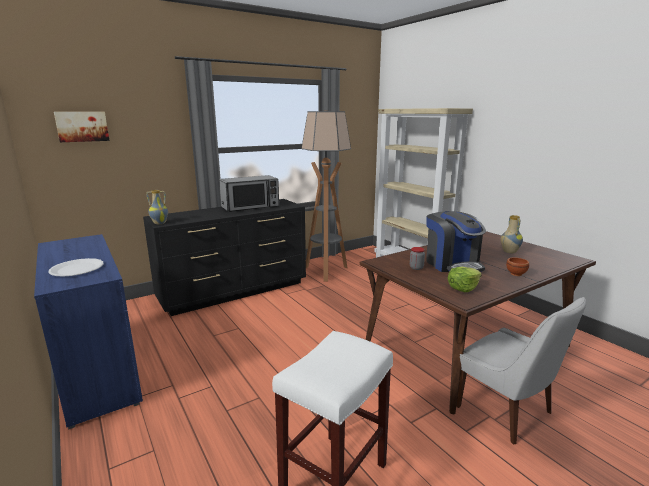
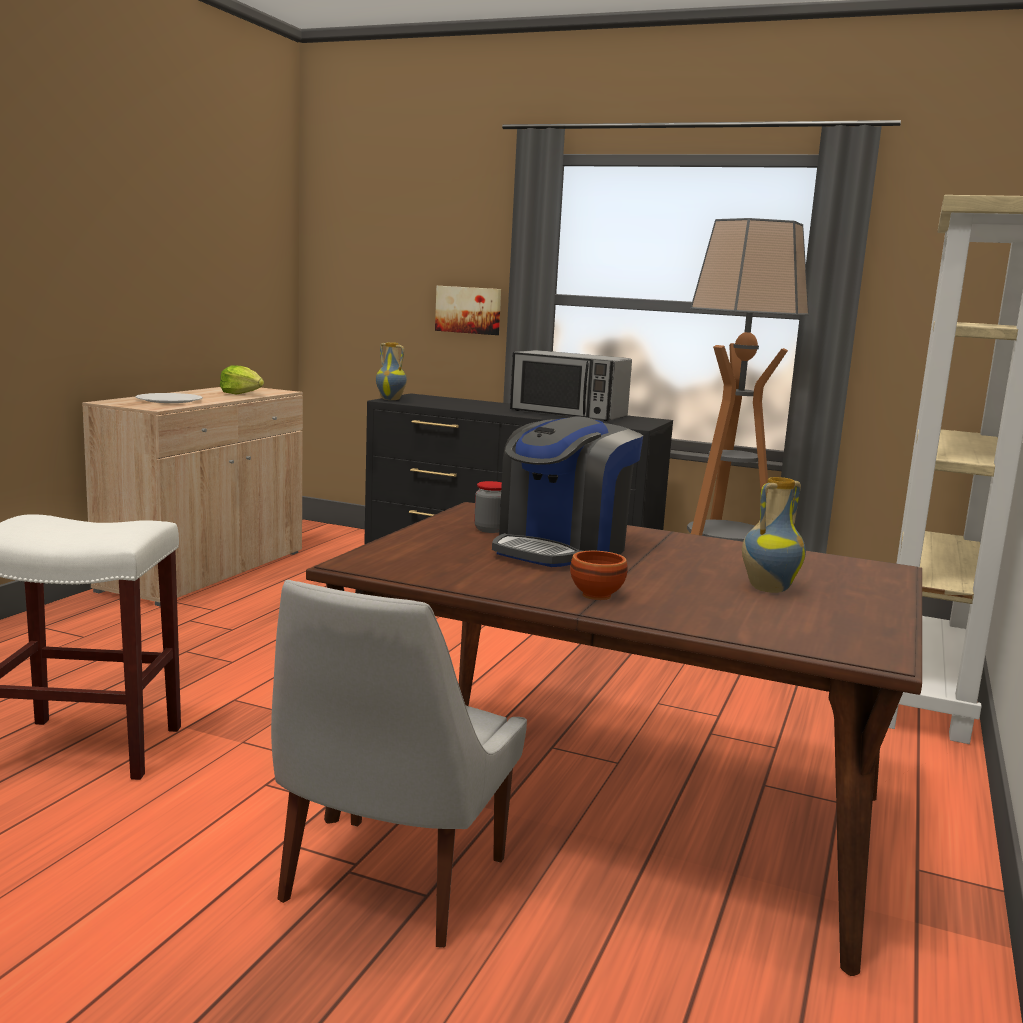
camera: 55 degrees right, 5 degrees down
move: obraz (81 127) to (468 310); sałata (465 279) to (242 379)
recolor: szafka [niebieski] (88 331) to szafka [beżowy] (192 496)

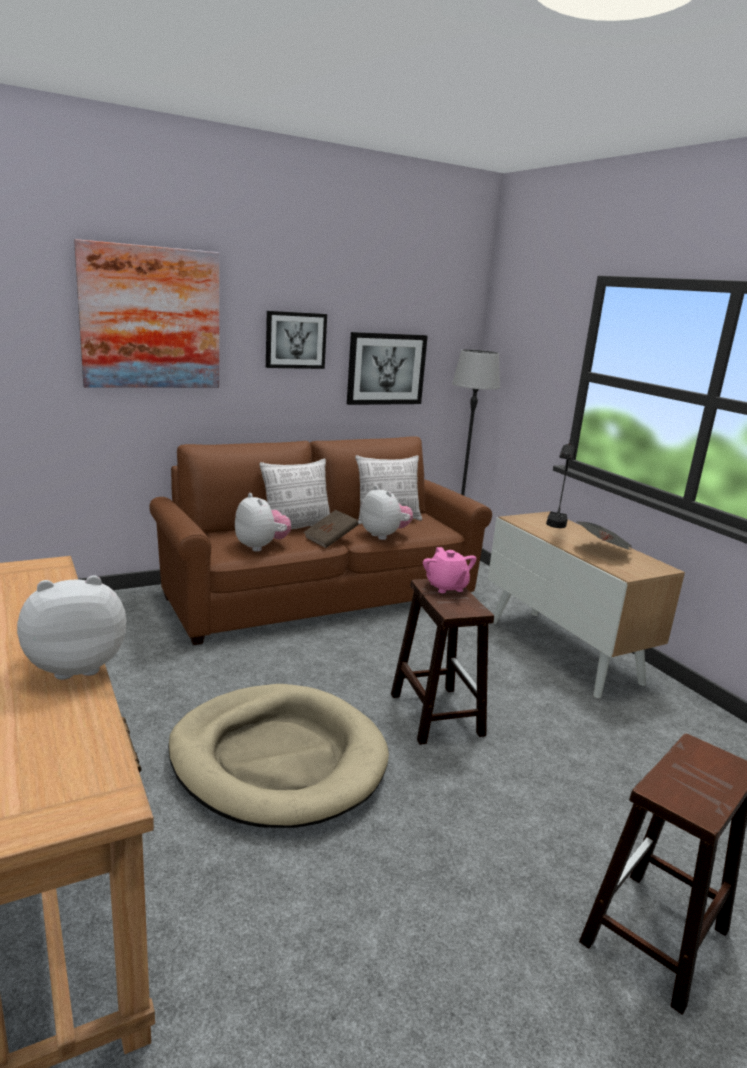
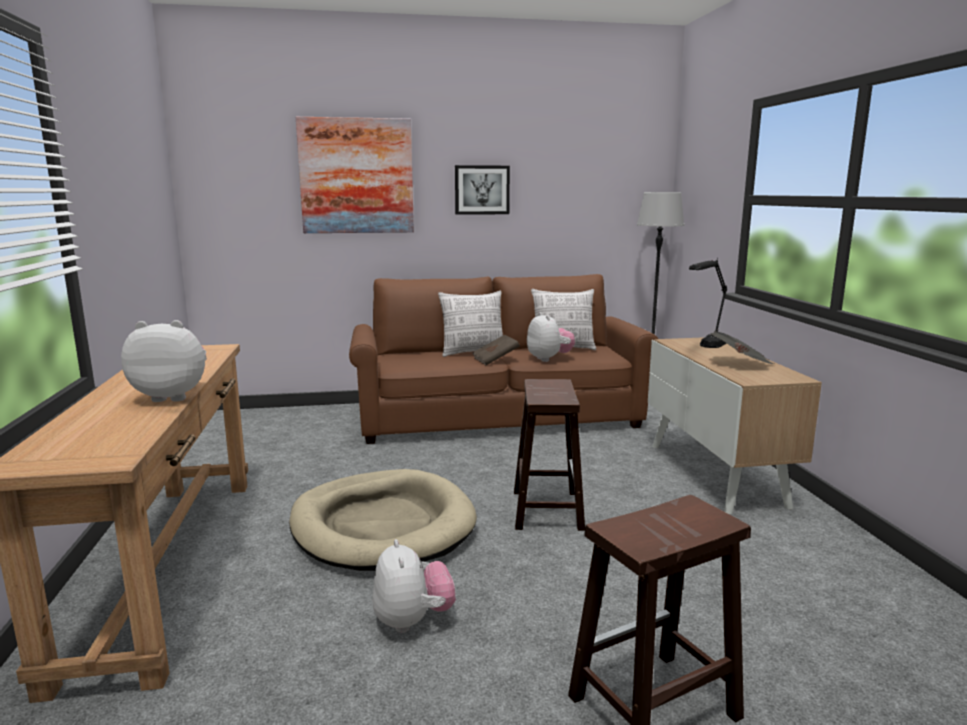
camera: 20 degrees right, 5 degrees down
delete: obraz (387 368); imbryk [różowy] (449 570)
move: pluszak (263 522) to (414 586)

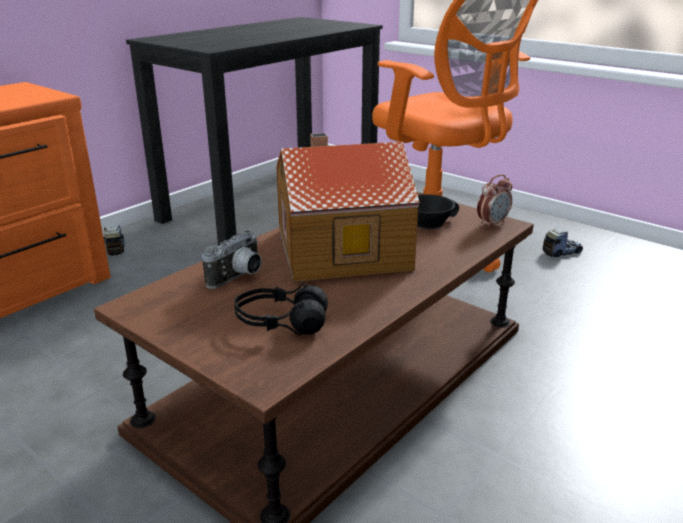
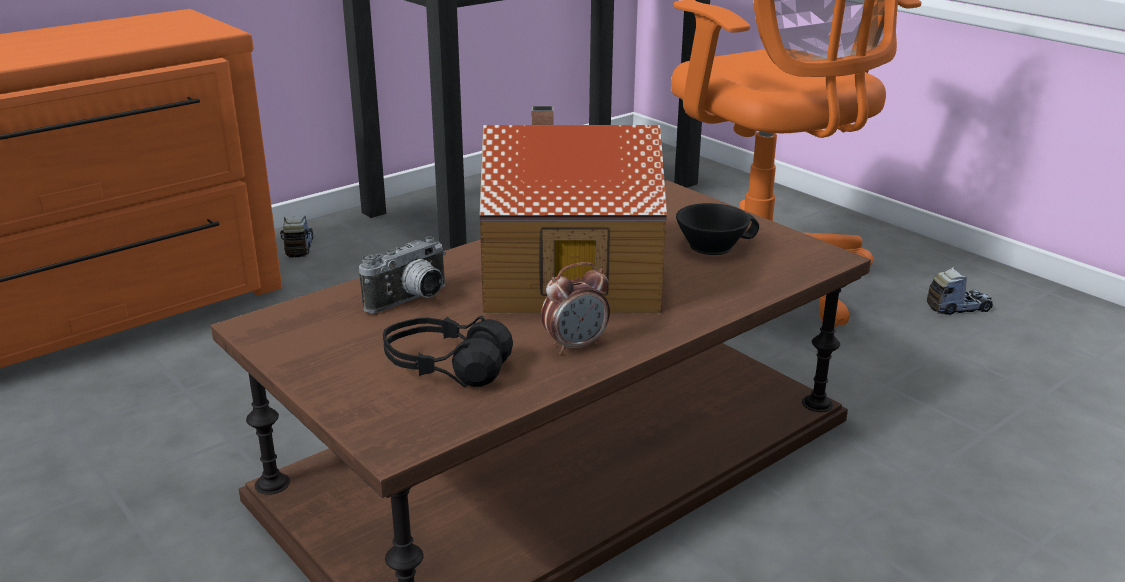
camera: 10 degrees right, 0 degrees up
move: budzik (494 201) to (575 308)

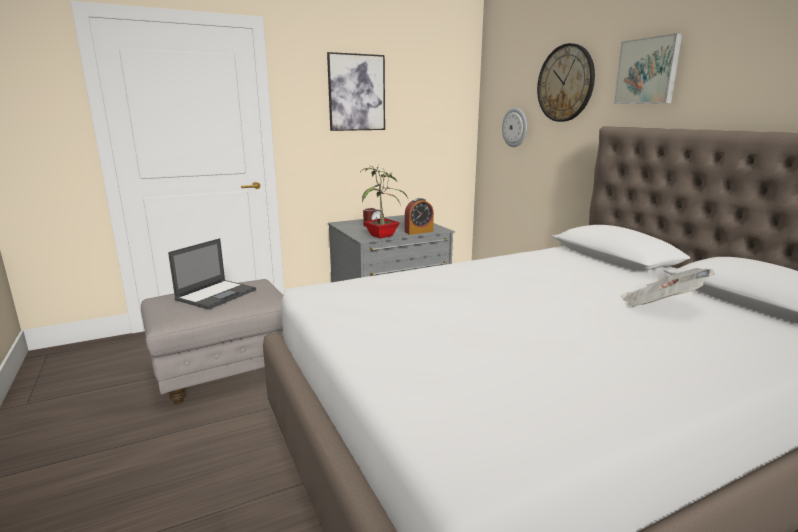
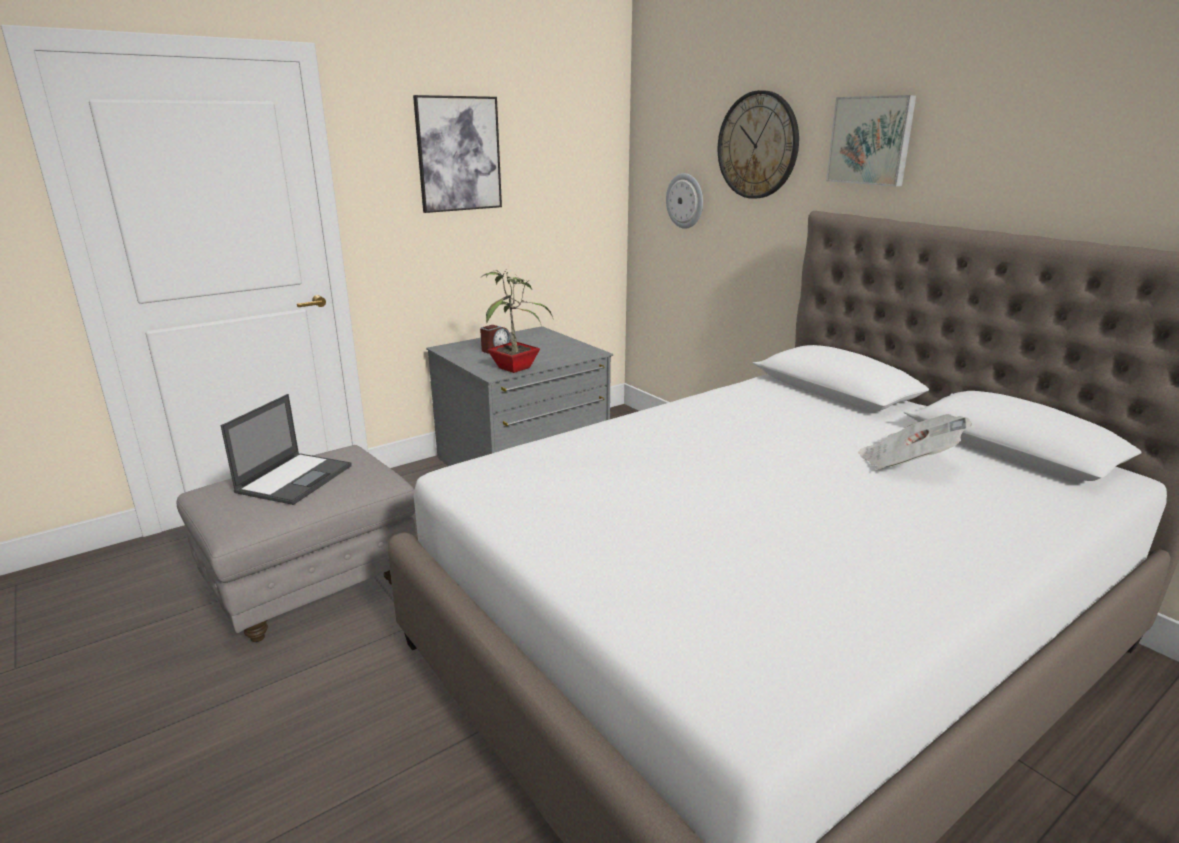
camera: 10 degrees left, 5 degrees up
delete: budzik (419 216)

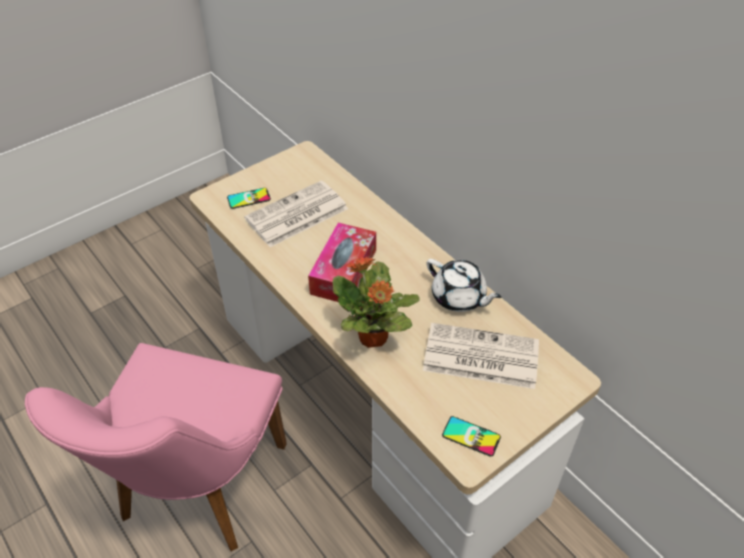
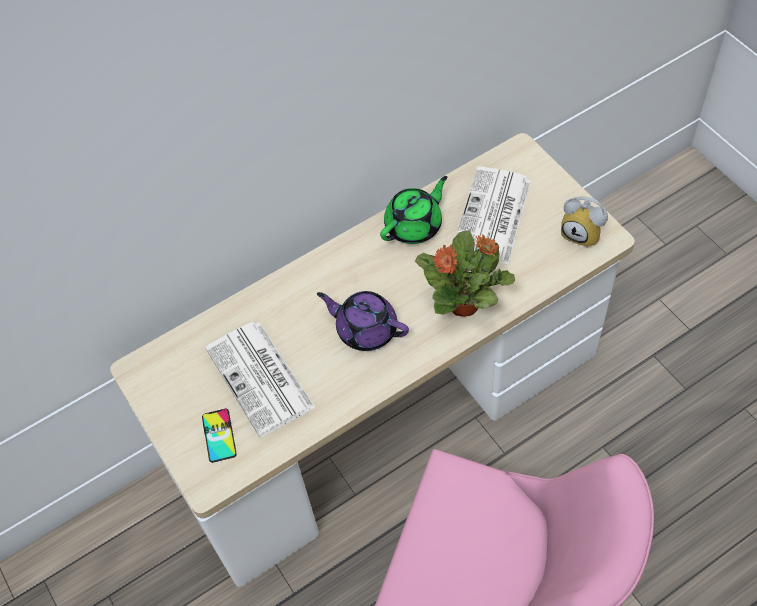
camera: 80 degrees left, 10 degrees up
replace: pudełko chusteczek (342 262) to imbryk [fioletowy] (363 321); telefon (471 436) to budzik (584 221)
recolor: imbryk [biały] (463 285) to imbryk [zielony] (413 210)

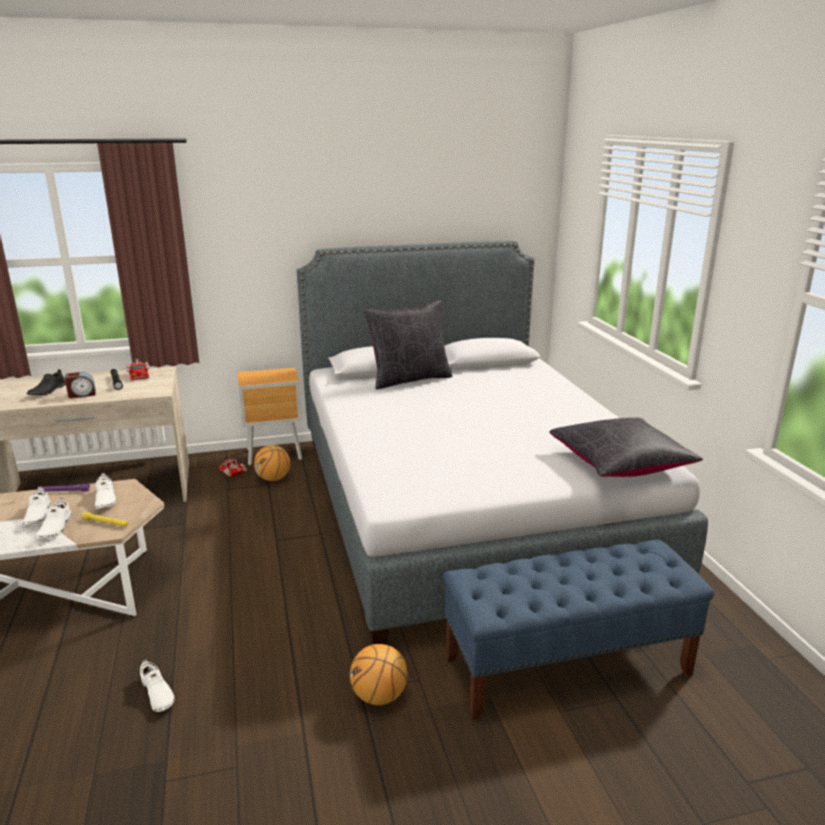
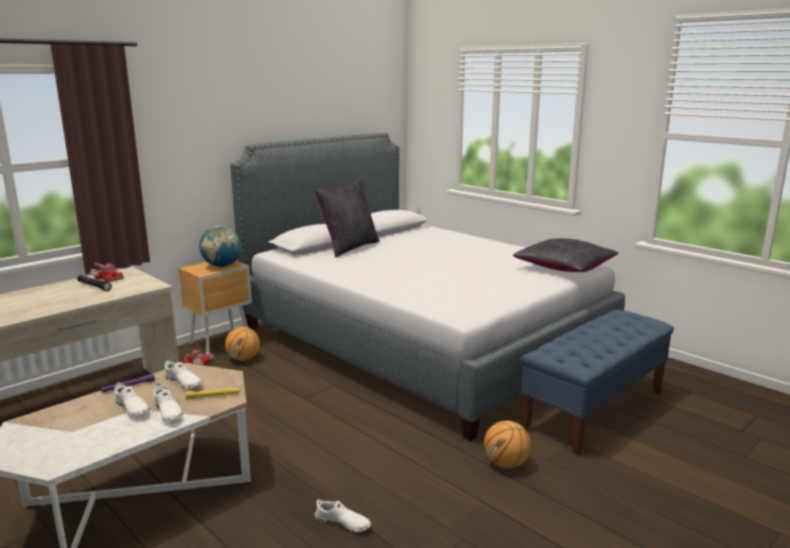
camera: 30 degrees left, 5 degrees down
delete: but [czarny] (46 382); budzik (80 385)
insert: globus (220 246)

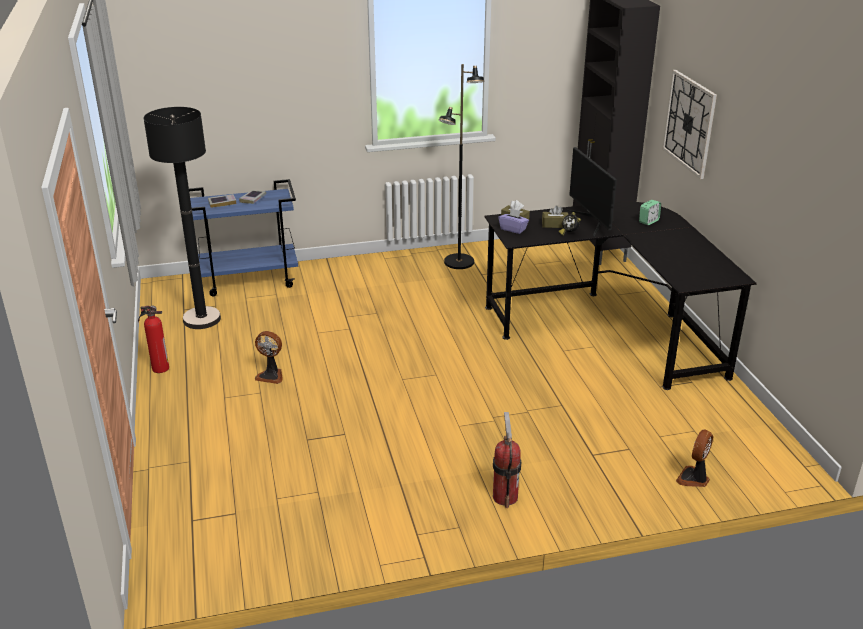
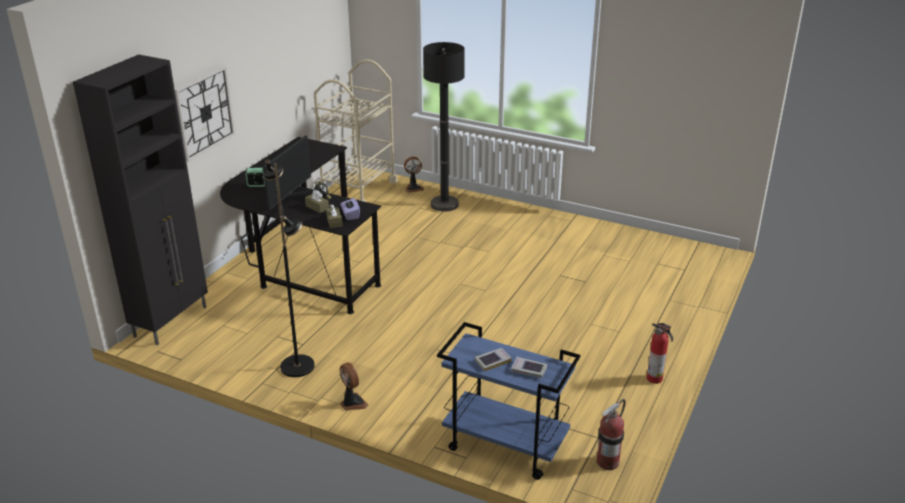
camera: 140 degrees left, 0 degrees up
insert: wózek [beżowy] (355 131)
move: lampa stojąca [czarny] (182 218) to (444 127); wentylator (269 357) to (354 386); gaśnica (507 460) to (611 434)

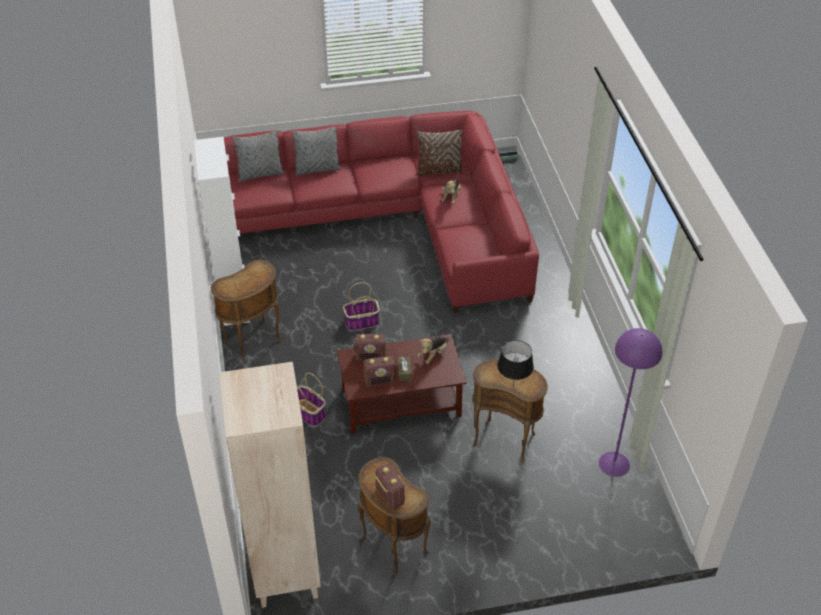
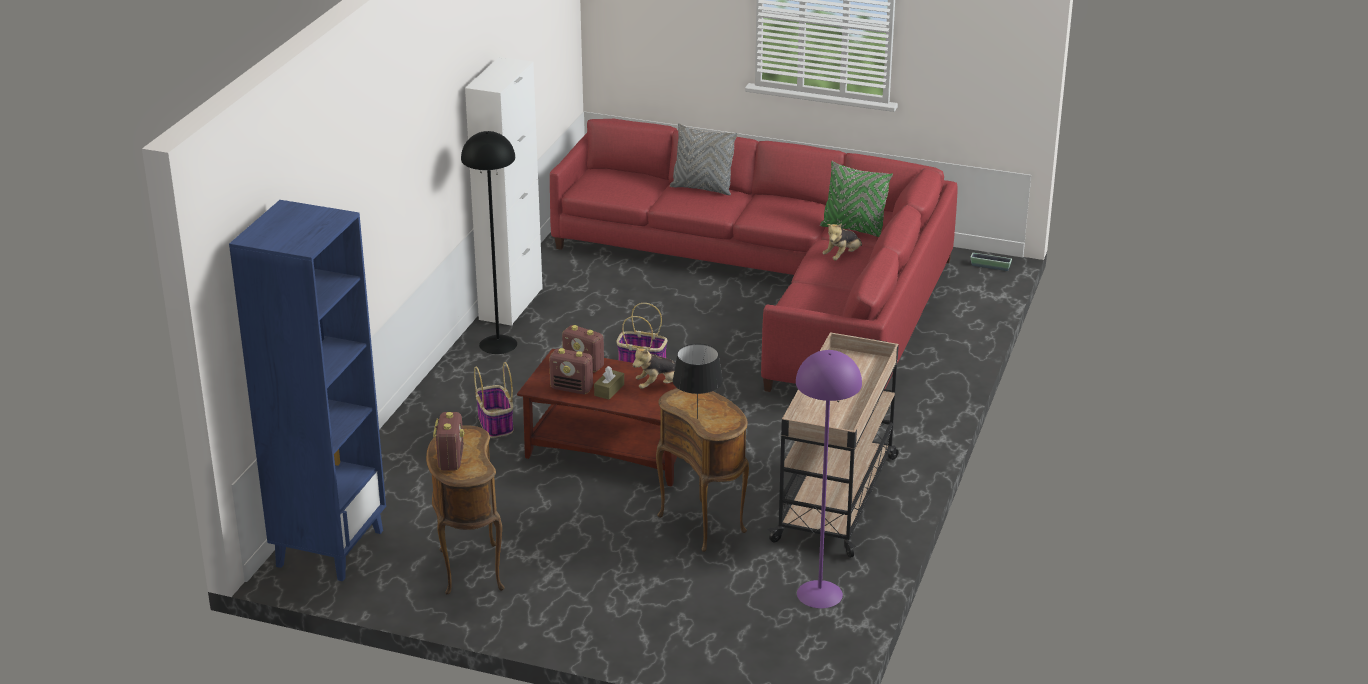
camera: 30 degrees right, 15 degrees down
delete: poduszka [szary] (258 156)
insert: wózek [beżowy] (833 445)
replace: stolik [brązowy] (246 311) to lampa stojąca [czarny] (489 242)
recolor: regał [beżowy] (270 485) to regał [niebieski] (307 390); poduszka [brązowy] (440 152) to poduszka [zielony] (856 199)

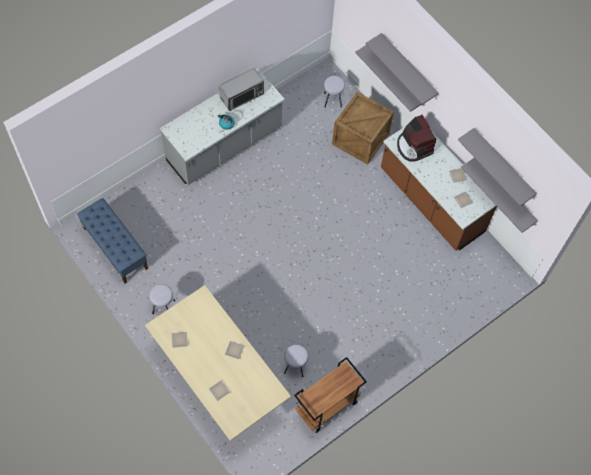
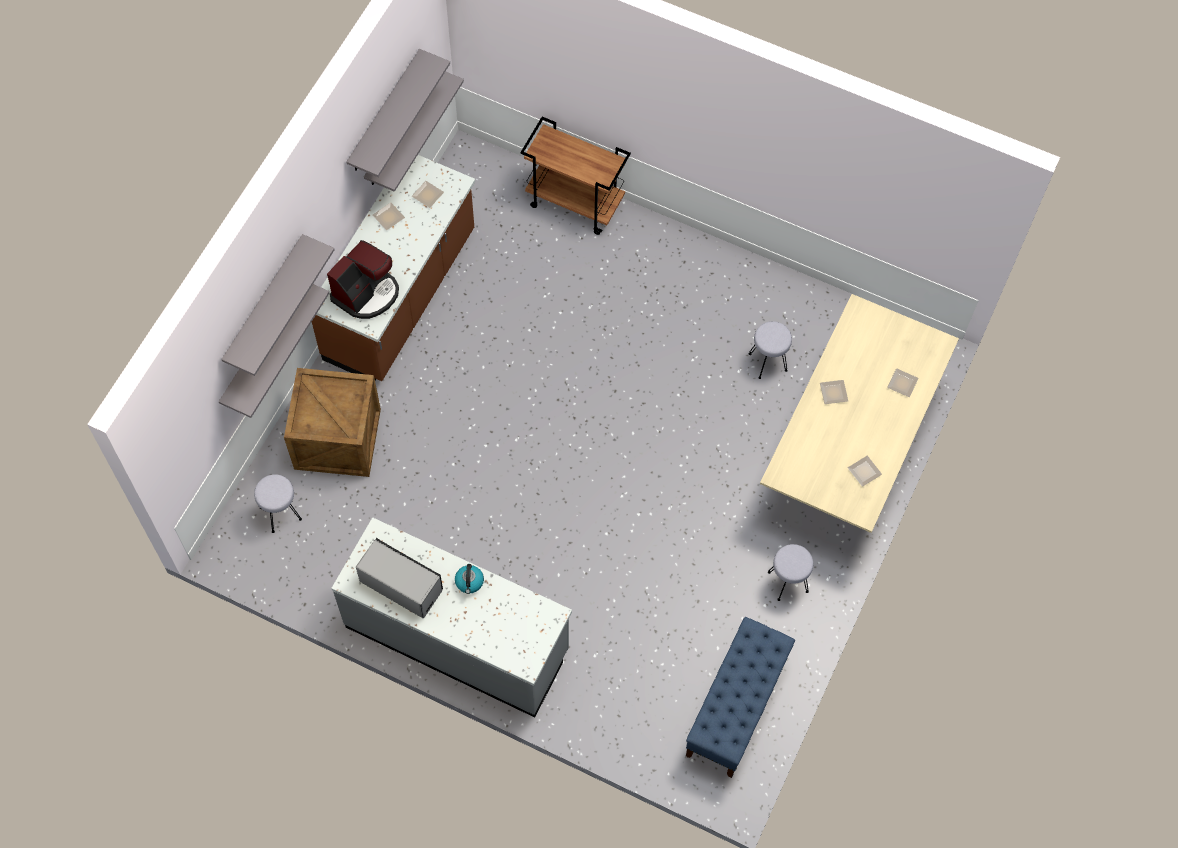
camera: 115 degrees left, 0 degrees up
move: wózek [brązowy] (330 395) to (575 176)

